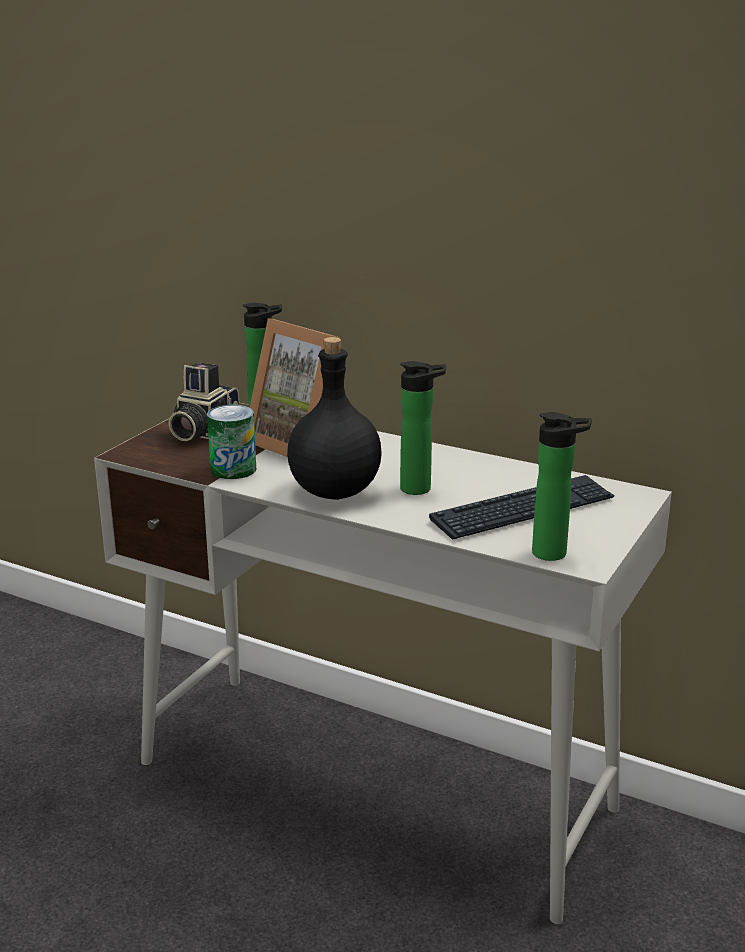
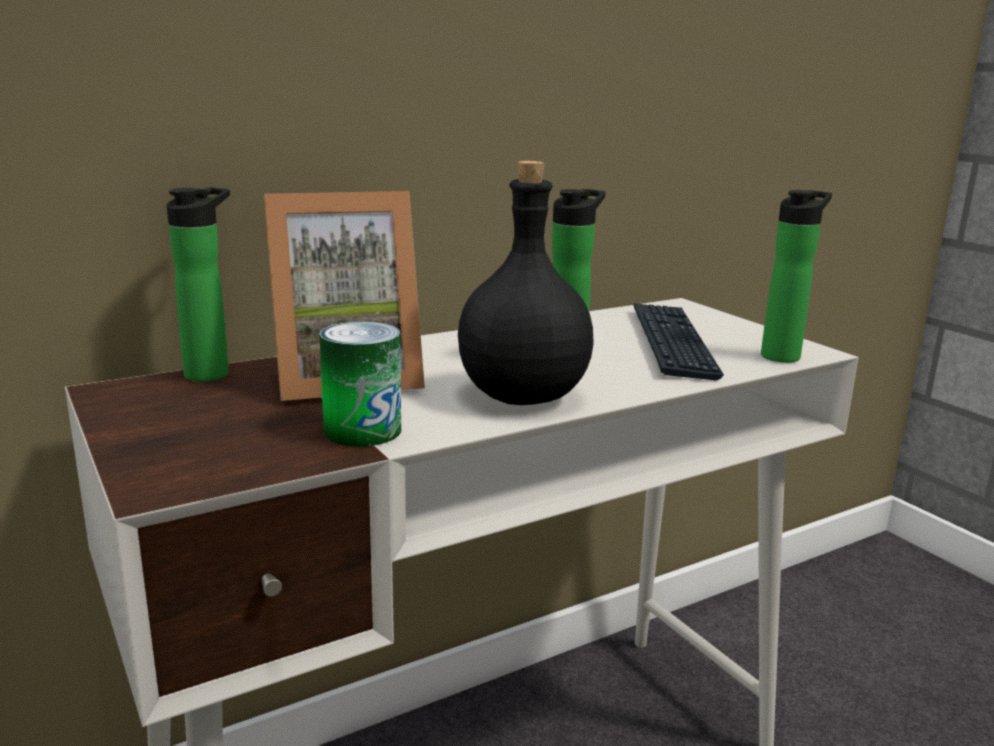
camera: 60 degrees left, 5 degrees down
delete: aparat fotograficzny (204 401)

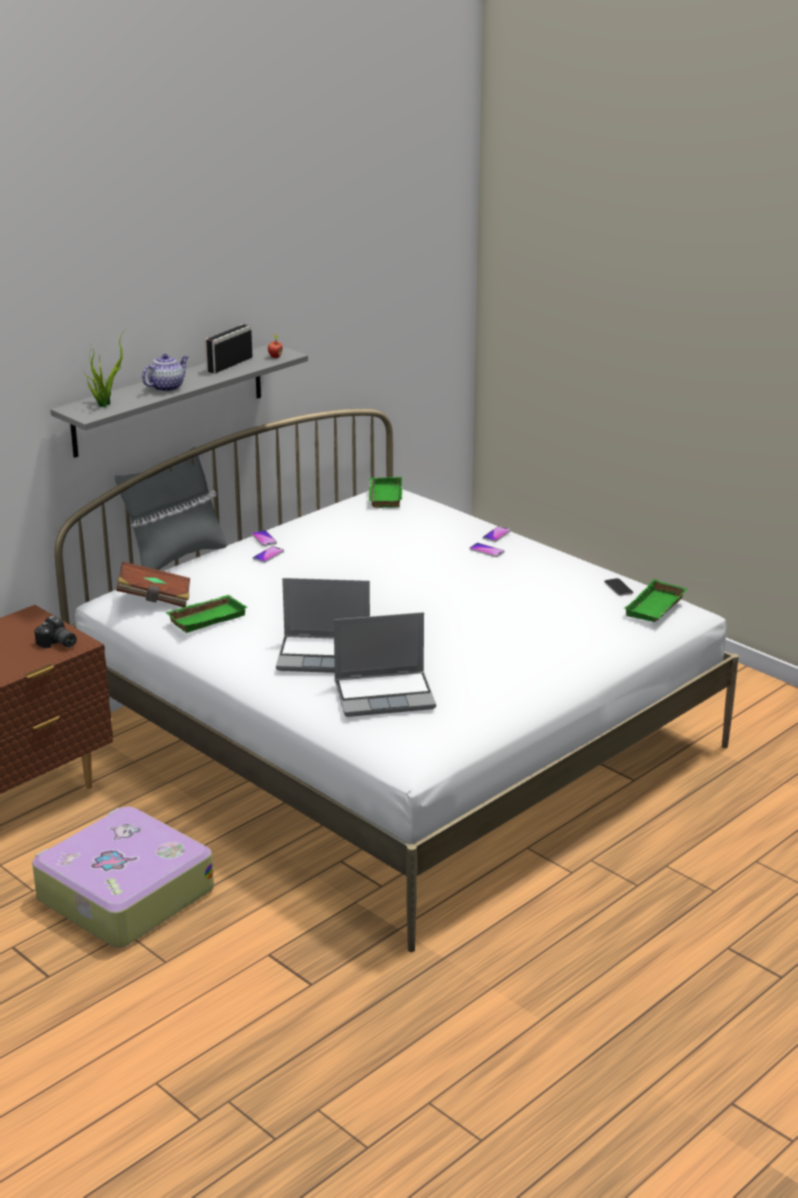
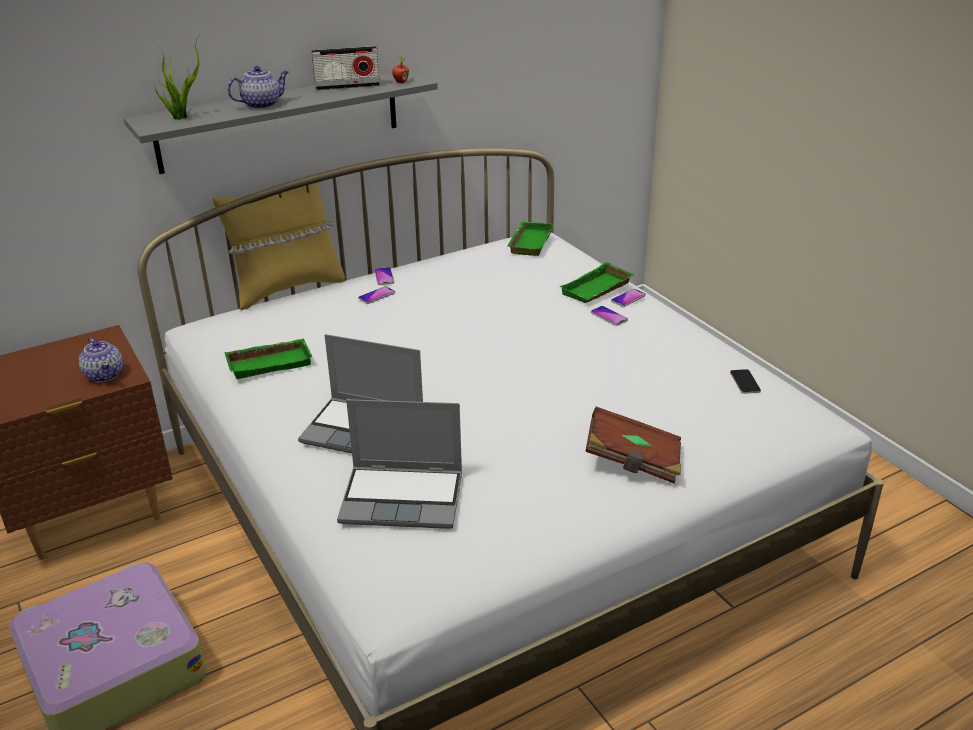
camera: 15 degrees right, 5 degrees up
move: książka [brązowy] (153 584) to (633 445); taca [zielony] (655 600) to (597 282)
replace: aparat fotograficzny (55 632) to imbryk (101 359)
recolor: poduszka [szary] (171 508) to poduszka [żółty] (279 242)
rotate: radio (228 348) = (345 68) 150 degrees counterclockwise

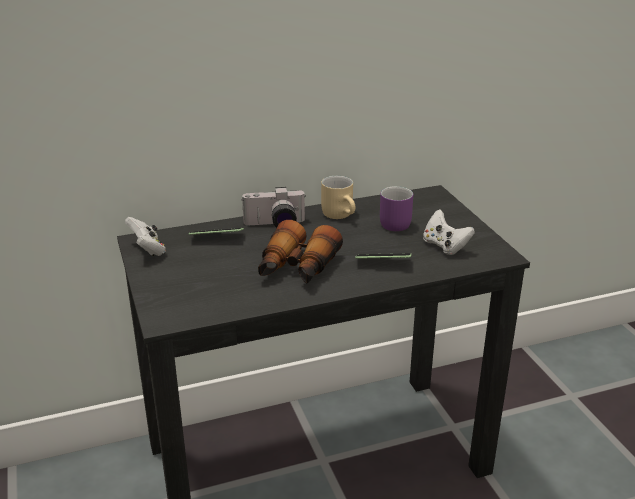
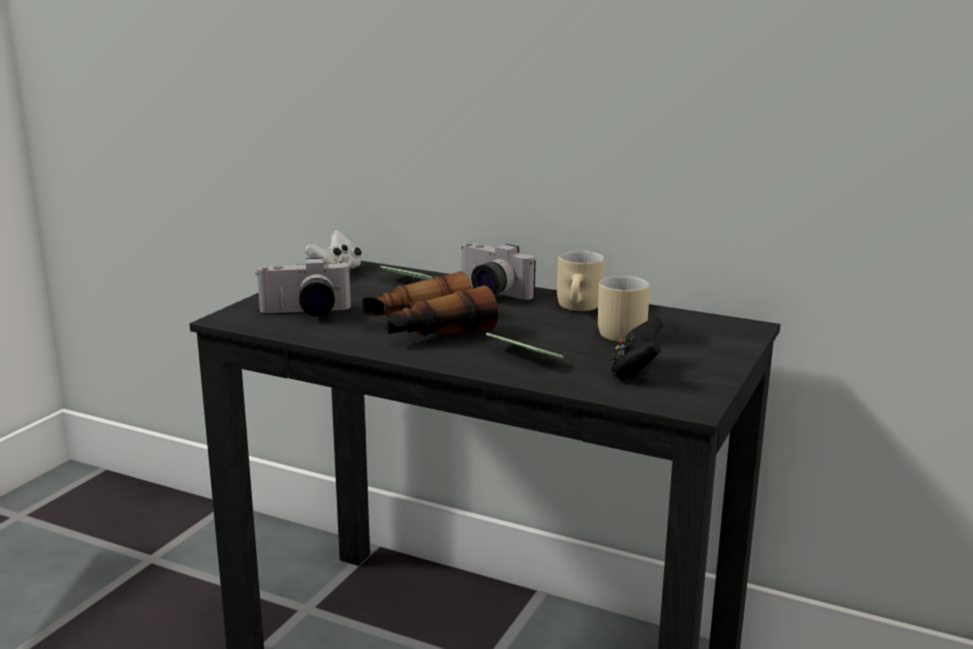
camera: 45 degrees right, 10 degrees down
insert: aparat fotograficzny (304 287)
recolor: kubek [fioletowy] (396 208) to kubek [beżowy] (624 309); pad do gier [biały] (449 232) to pad do gier [czarny] (637 348)

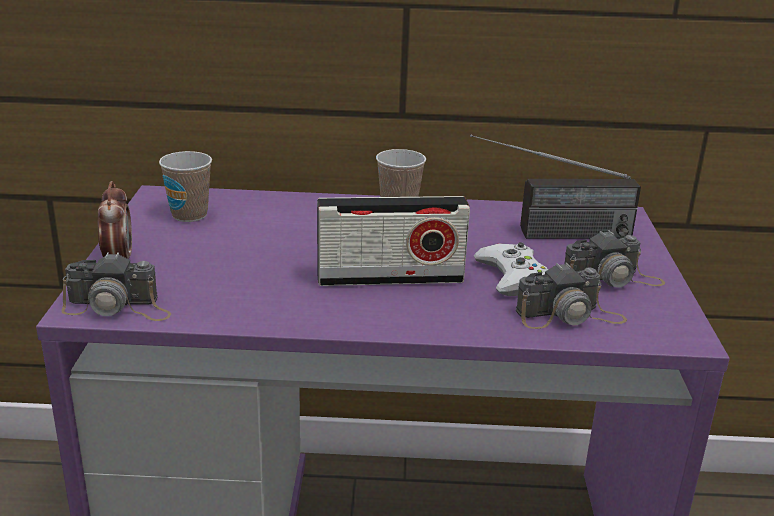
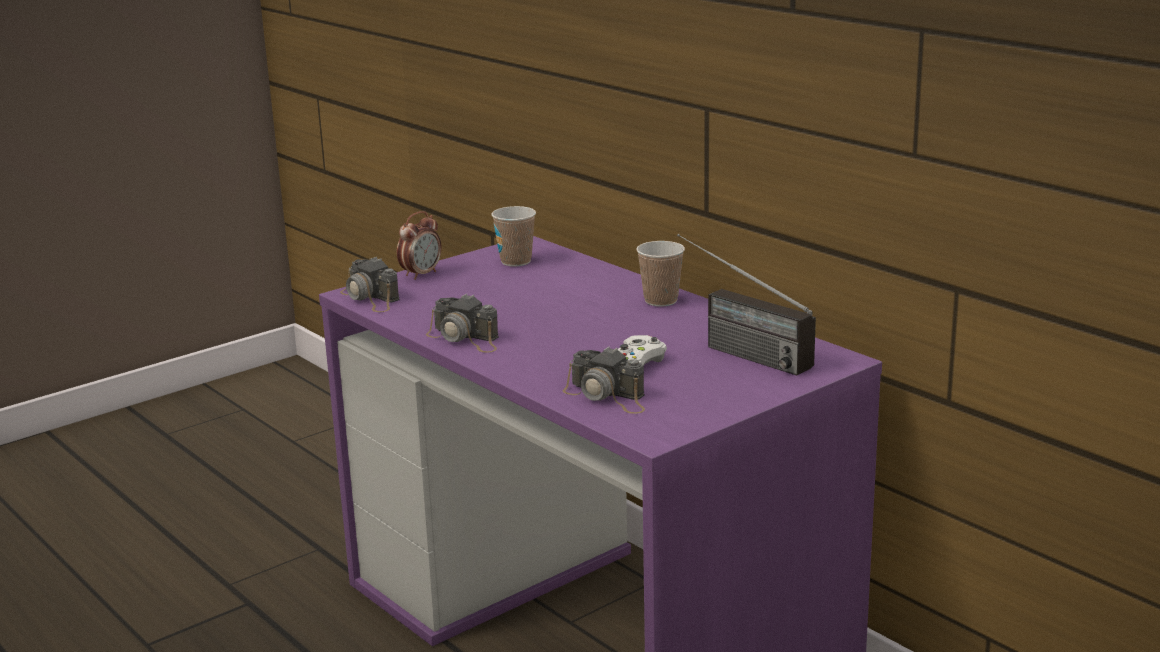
camera: 50 degrees right, 5 degrees down
delete: radio (393 241)
move: aparat fotograficzny (615 259) to (462 323)

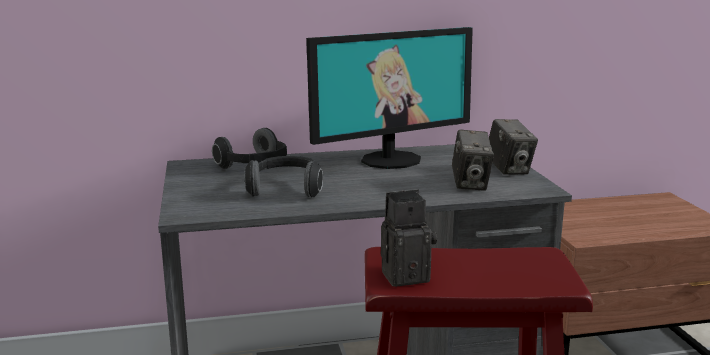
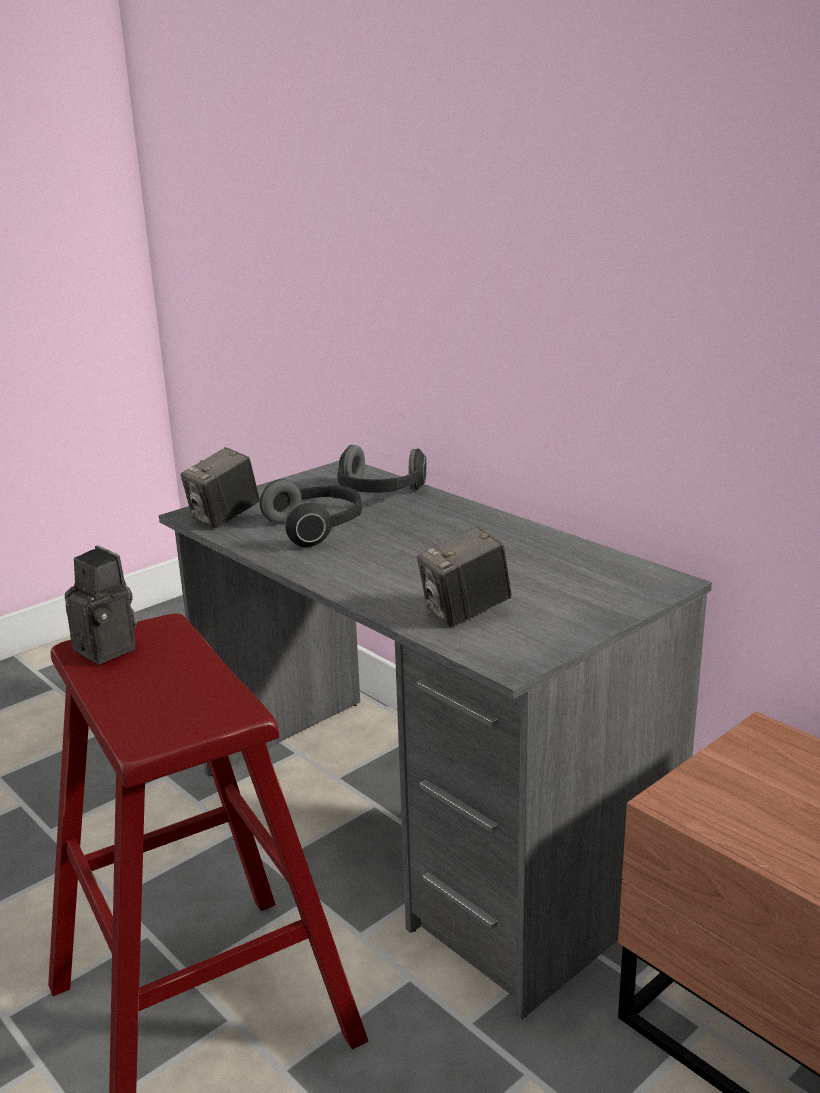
camera: 60 degrees right, 5 degrees up
delete: monitor (389 98)
move: aparat fotograficzny (513 147) to (220 487)

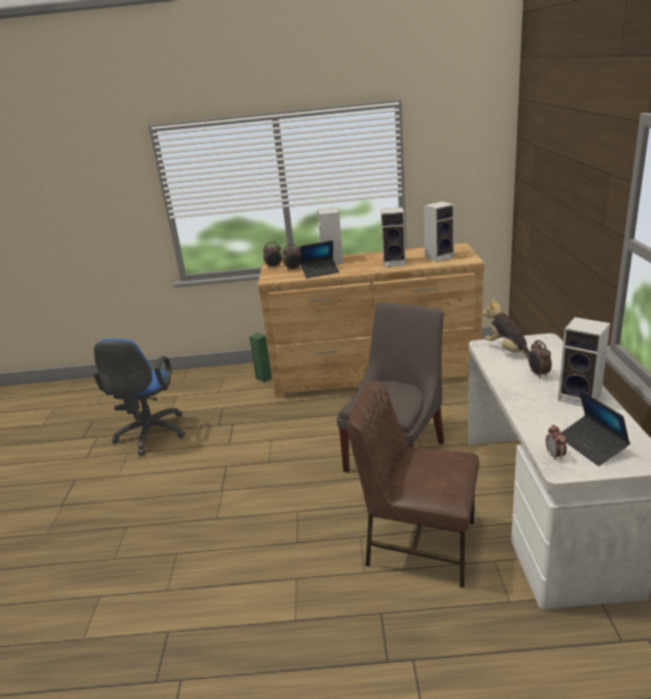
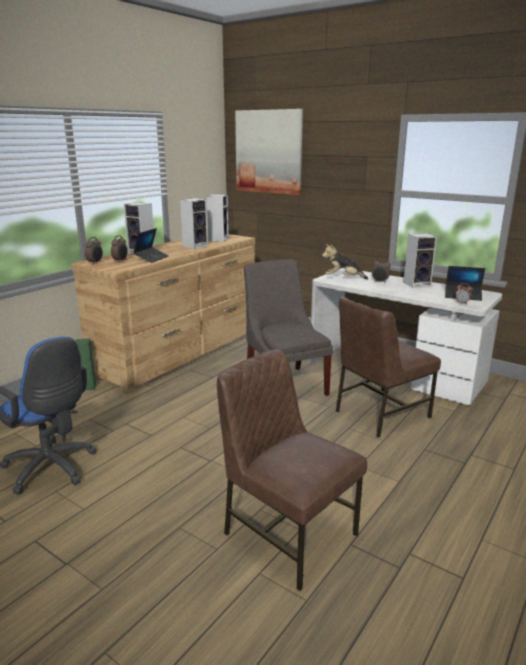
camera: 55 degrees left, 5 degrees down
insert: krzesło [brązowy] (292 470); obraz (269 152)

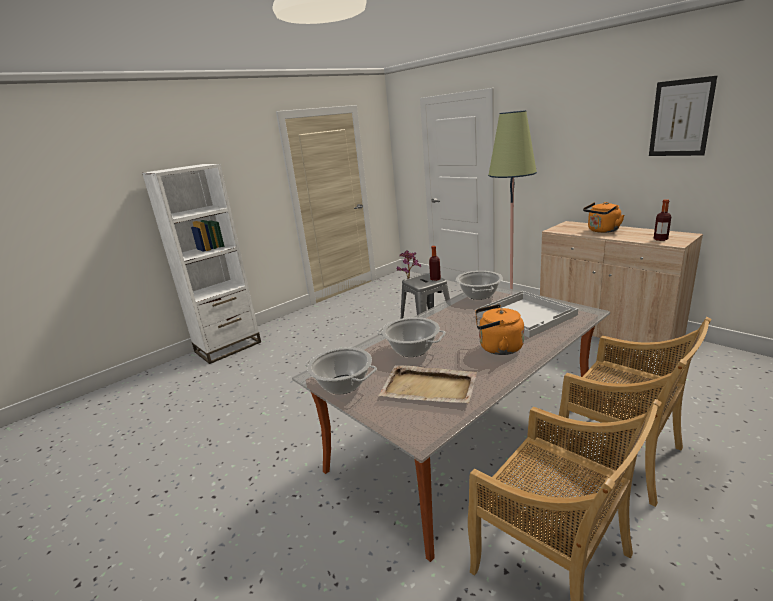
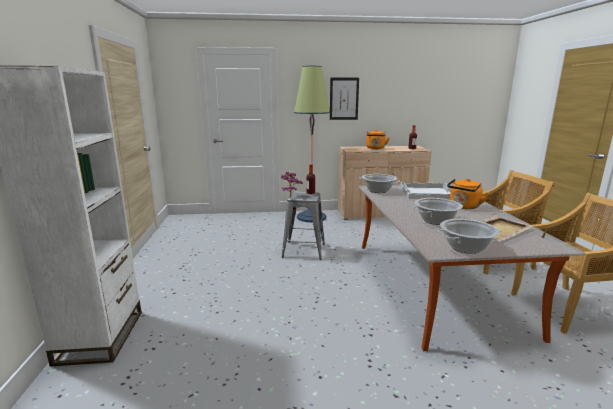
camera: 55 degrees left, 5 degrees down
move: obraz (683 116) to (344 99)

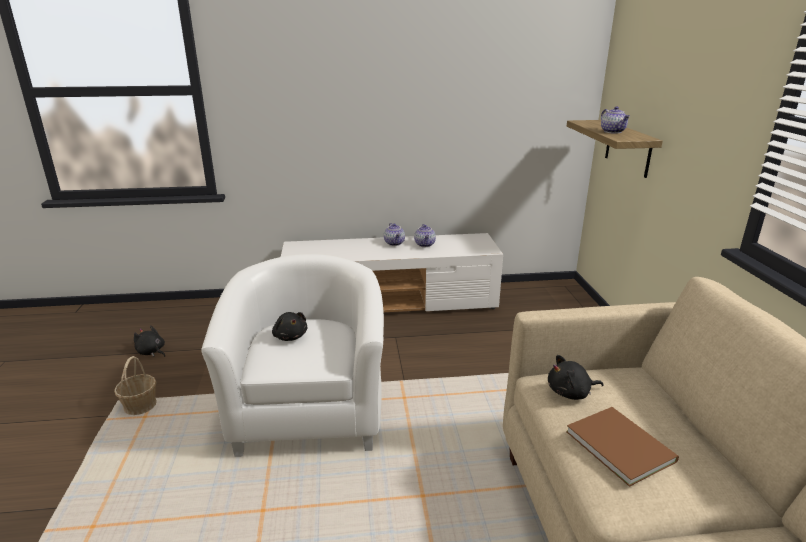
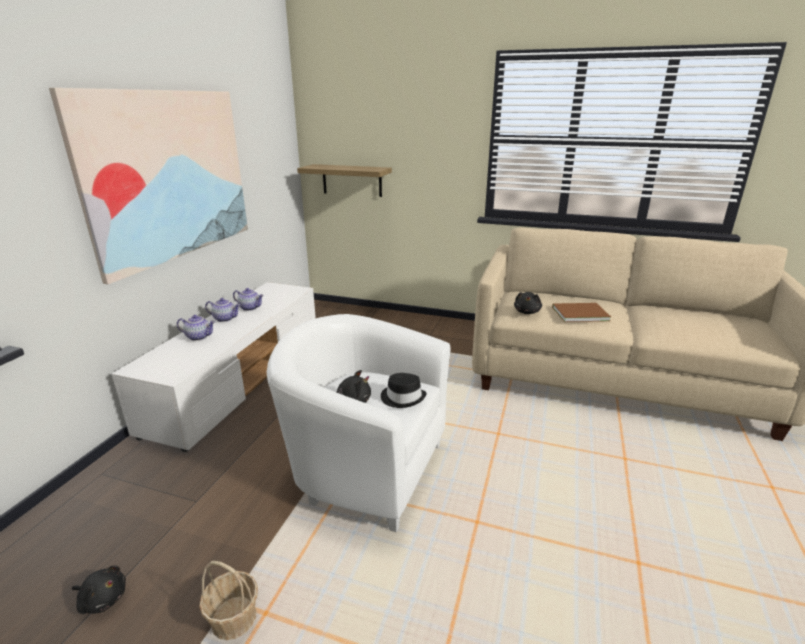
camera: 65 degrees left, 0 degrees up
insert: obraz (148 186); kapelusz [czarny] (404 390)
move: imbryk (615 120) to (196 328)
rotate: pluszak [czarny] (149 341) = (99 589) 135 degrees counterclockwise

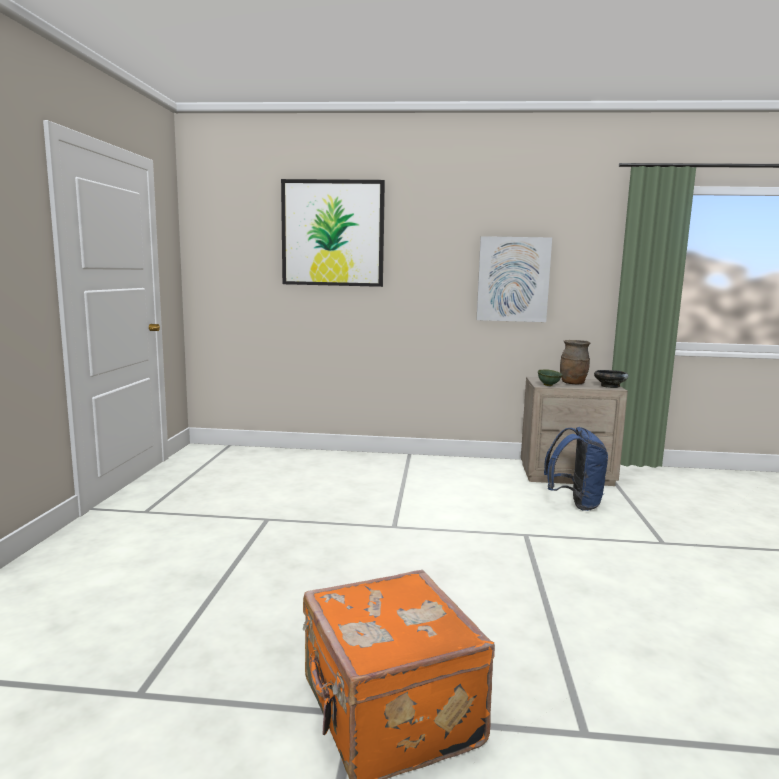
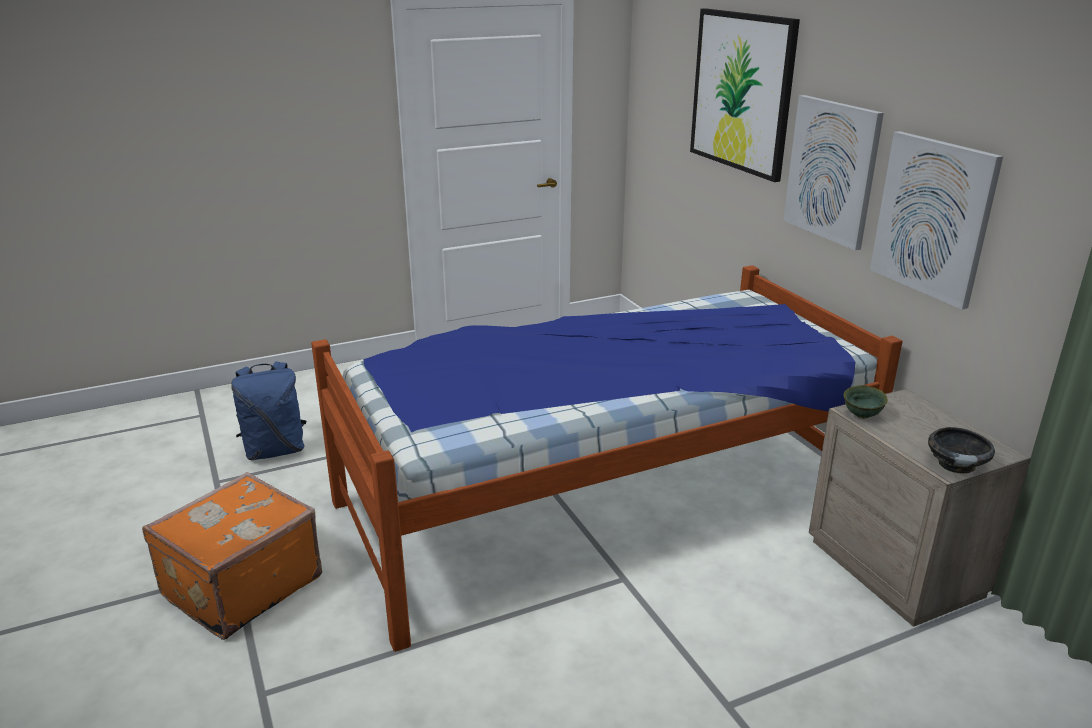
camera: 60 degrees right, 15 degrees up
delete: wazon [brązowy] (575 362)
insert: łóżko (607 458); obraz (833 172)
move: plecak [niebieski] (576 469) to (268 410)

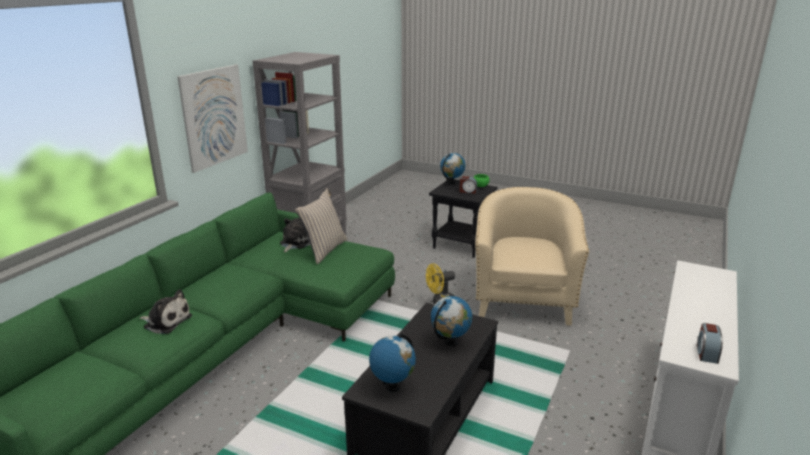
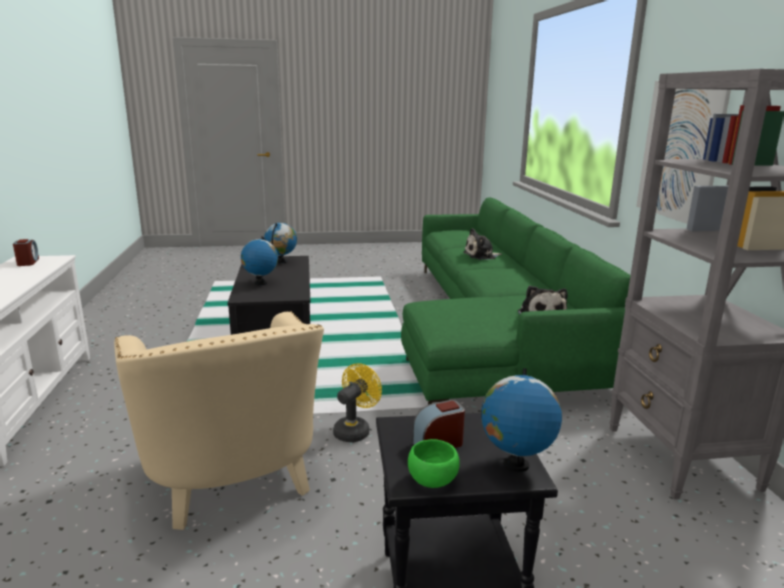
camera: 145 degrees right, 5 degrees down
delete: poduszka [beżowy] (321 226)

